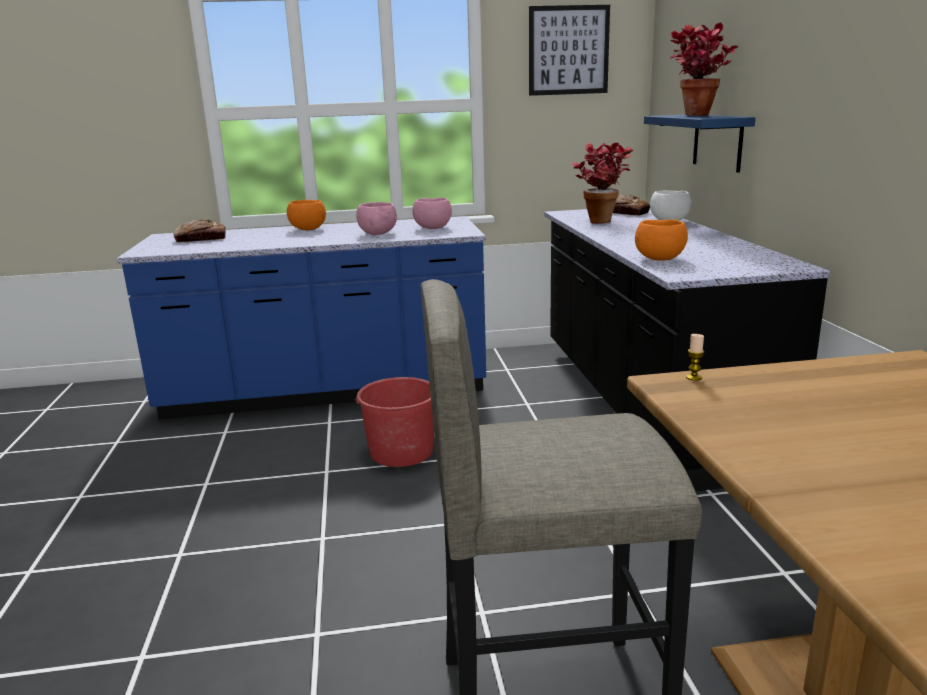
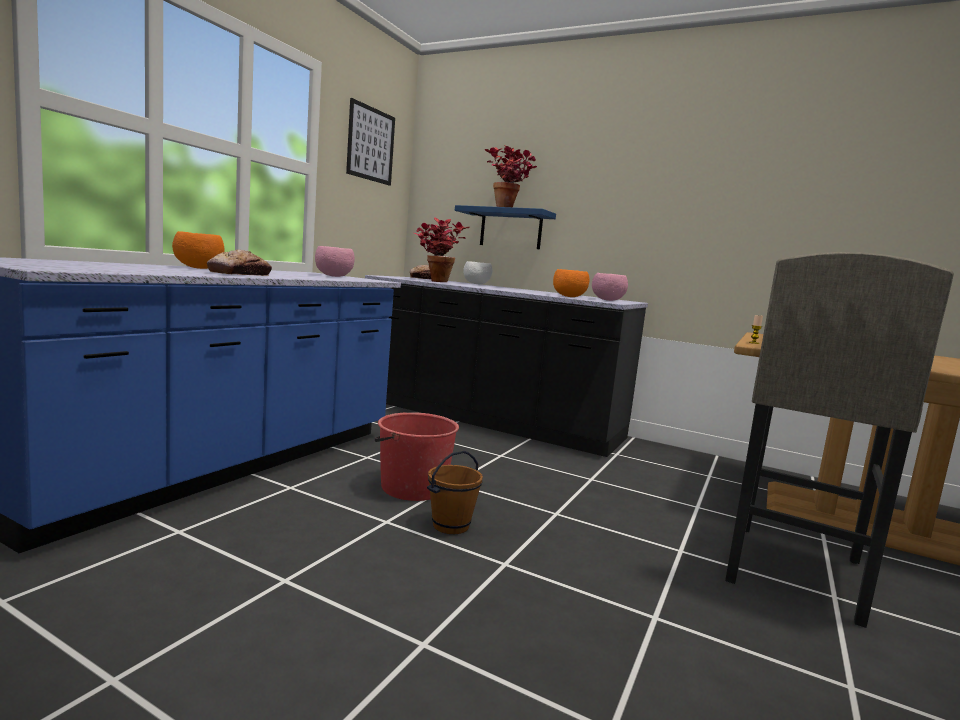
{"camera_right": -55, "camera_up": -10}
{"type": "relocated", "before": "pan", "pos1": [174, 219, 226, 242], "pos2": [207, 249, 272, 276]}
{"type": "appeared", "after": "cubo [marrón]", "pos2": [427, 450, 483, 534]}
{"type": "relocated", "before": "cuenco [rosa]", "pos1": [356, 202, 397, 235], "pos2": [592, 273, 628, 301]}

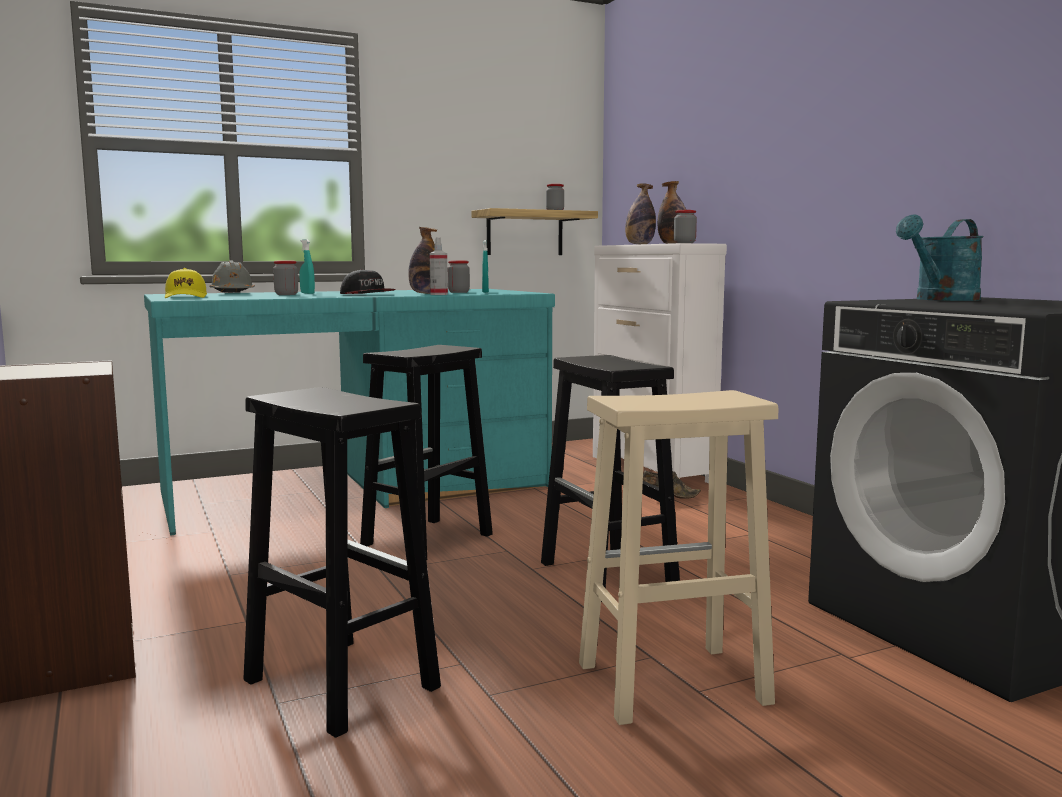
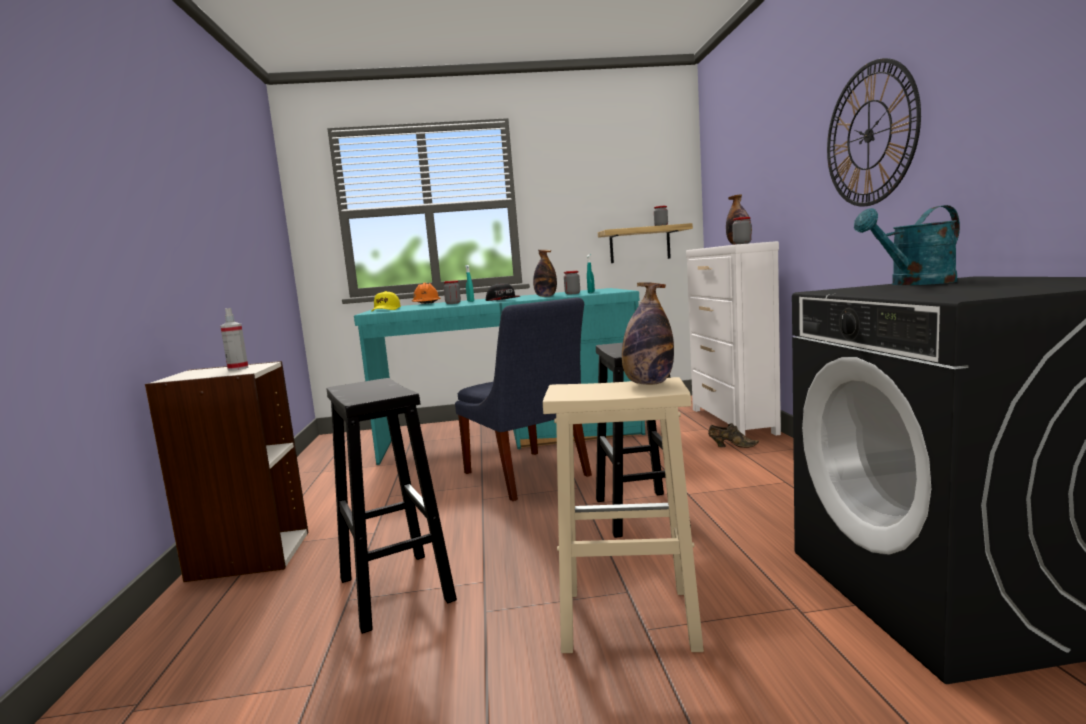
{"camera_right": 20, "camera_up": 0}
{"type": "relocated", "before": "pulverizador", "pos1": [429, 237, 448, 295], "pos2": [220, 308, 248, 371]}
{"type": "colour", "before": "casco [gris]", "after": "casco [naranja]", "pos1": [209, 260, 255, 293], "pos2": [412, 283, 440, 304]}
{"type": "exchanged", "before": "taburete [negro]", "after": "silla [azul]", "pos1": [360, 345, 493, 560], "pos2": [455, 297, 592, 501]}
{"type": "relocated", "before": "botella", "pos1": [625, 184, 656, 244], "pos2": [622, 282, 674, 385]}
{"type": "appeared", "after": "reloj de pared", "pos2": [827, 58, 921, 207]}

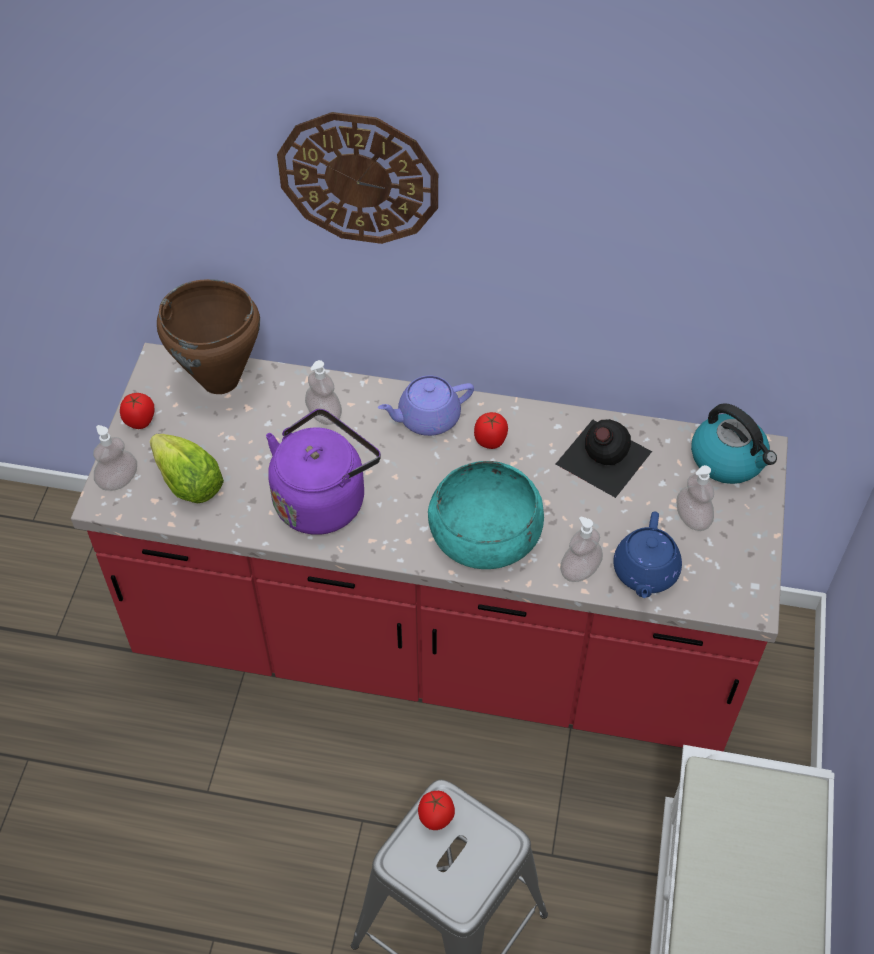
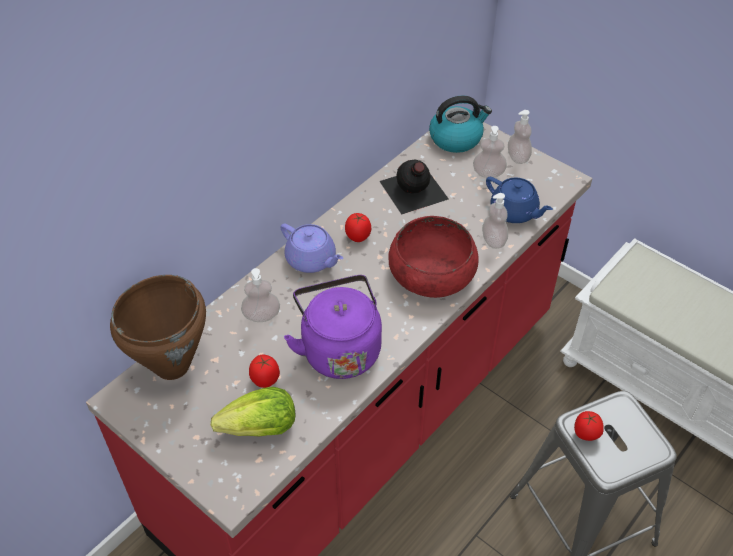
{"camera_right": -60, "camera_up": -5}
{"type": "relocated", "before": "tomate", "pos1": [120, 393, 155, 429], "pos2": [249, 354, 280, 388]}
{"type": "spun", "before": "tetera [morado]", "pos1": [378, 376, 474, 436], "pos2": [280, 223, 343, 273], "turn": -60}
{"type": "colour", "before": "cuenco [turquesa]", "after": "cuenco [rojo]", "pos1": [428, 461, 544, 569], "pos2": [388, 216, 479, 298]}
{"type": "relocated", "before": "dispensador de jabón", "pos1": [93, 425, 137, 491], "pos2": [508, 110, 532, 164]}
{"type": "missing", "before": "reloj de pared", "pos1": [277, 112, 438, 244]}

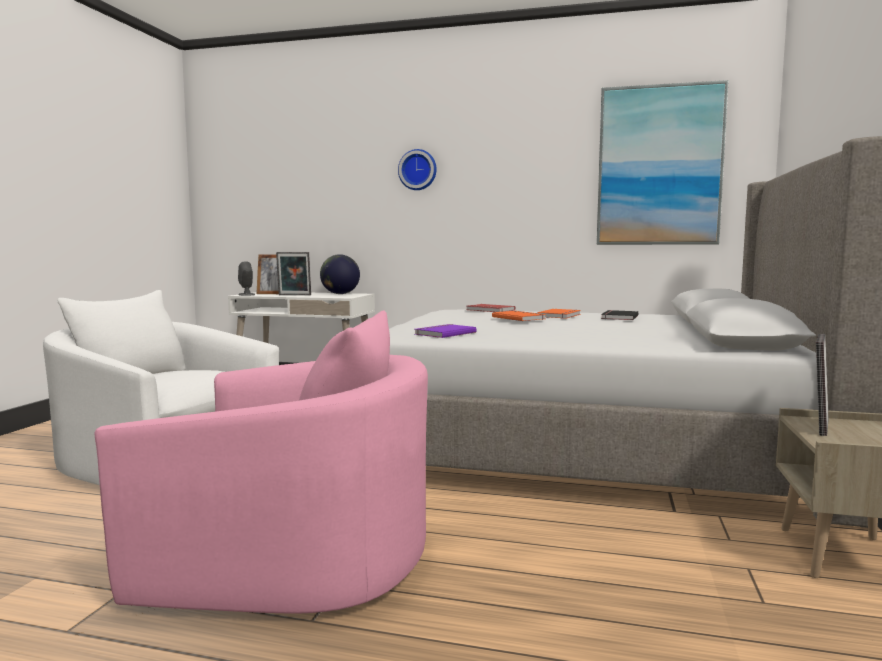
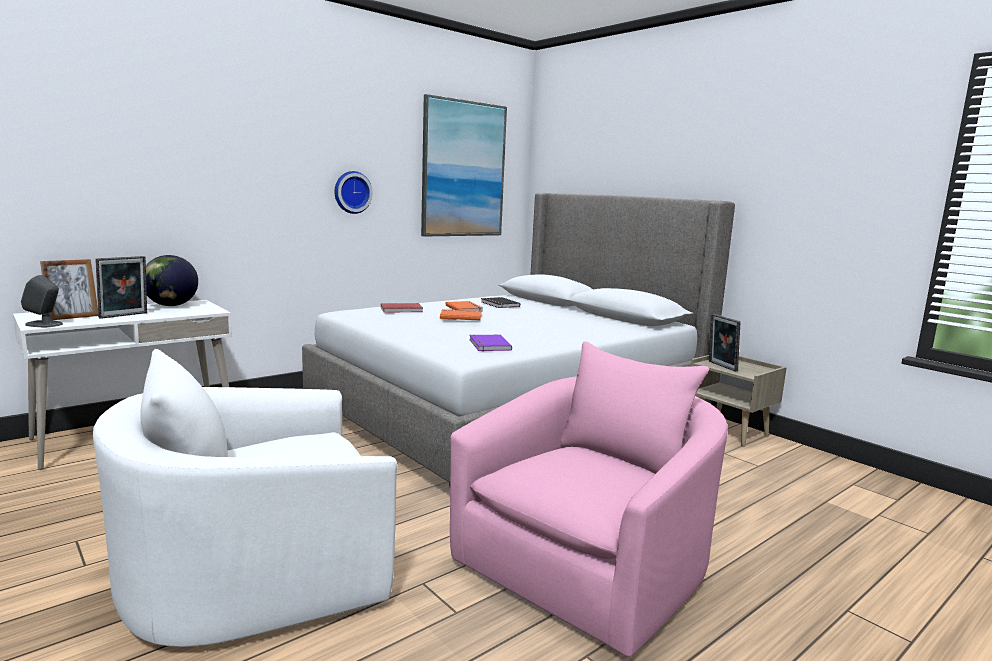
{"camera_right": -55, "camera_up": 5}
{"type": "relocated", "before": "reloj de pared", "pos1": [398, 149, 437, 190], "pos2": [334, 171, 373, 214]}

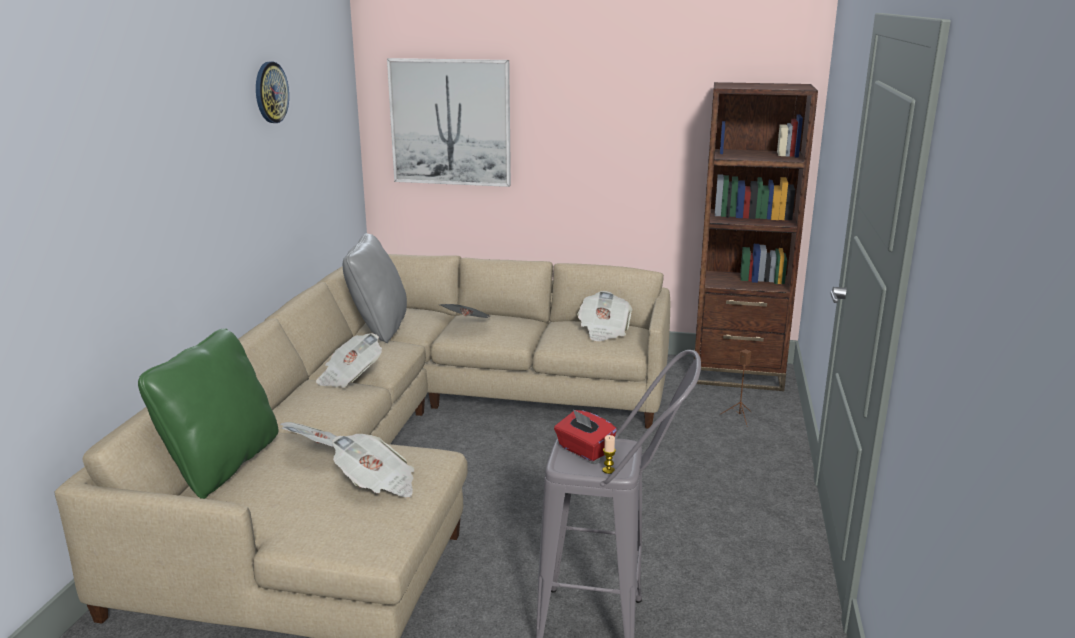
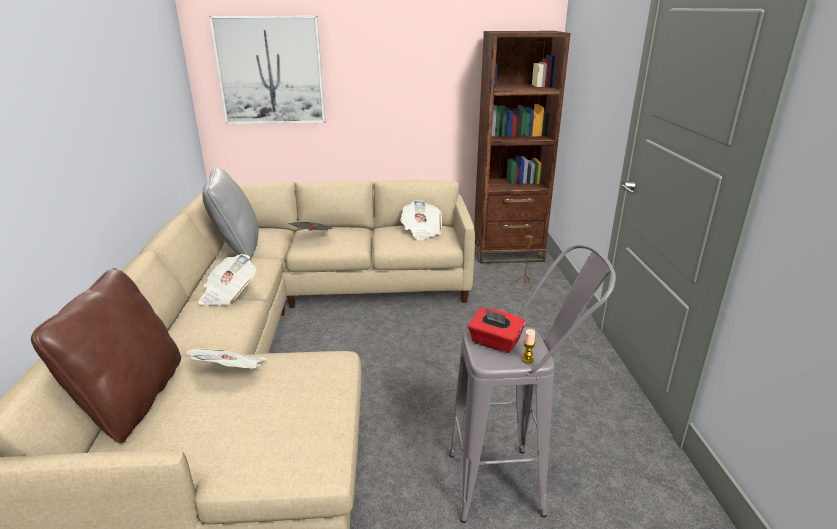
{"camera_right": -15, "camera_up": 5}
{"type": "colour", "before": "cojín [verde]", "after": "cojín [marrón]", "pos1": [138, 328, 279, 499], "pos2": [31, 268, 181, 443]}
{"type": "missing", "before": "reloj de pared", "pos1": [256, 62, 289, 123]}
{"type": "missing", "before": "periódico", "pos1": [333, 434, 415, 498]}

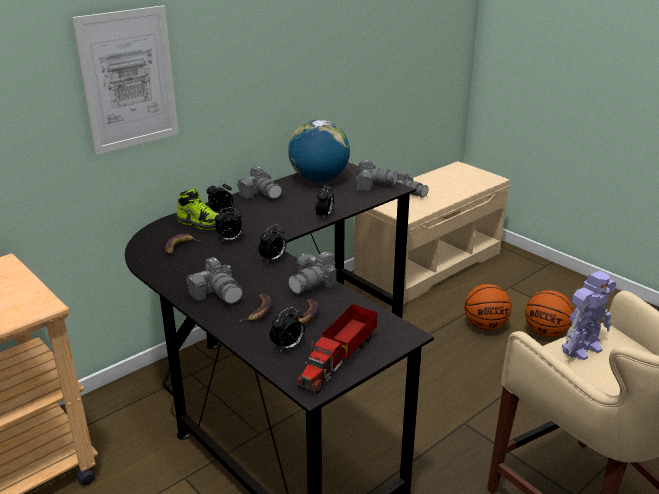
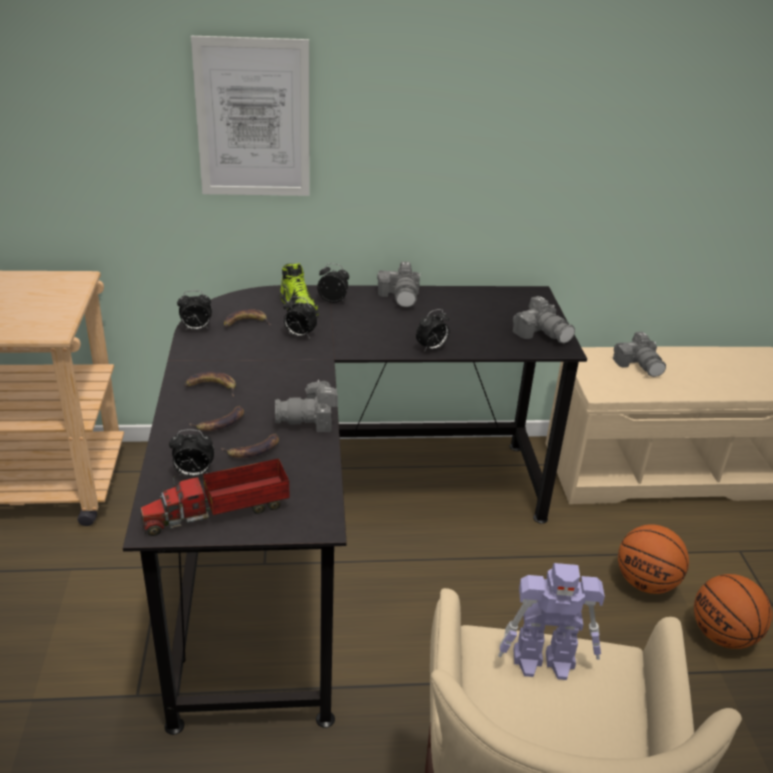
{"camera_right": 35, "camera_up": 5}
{"type": "relocated", "before": "despertador", "pos1": [258, 224, 286, 263], "pos2": [177, 290, 212, 331]}
{"type": "exchanged", "before": "cámara", "after": "plátano", "pos1": [186, 257, 243, 304], "pos2": [184, 371, 236, 397]}
{"type": "missing", "before": "globo terráqueo", "pos1": [288, 120, 350, 182]}

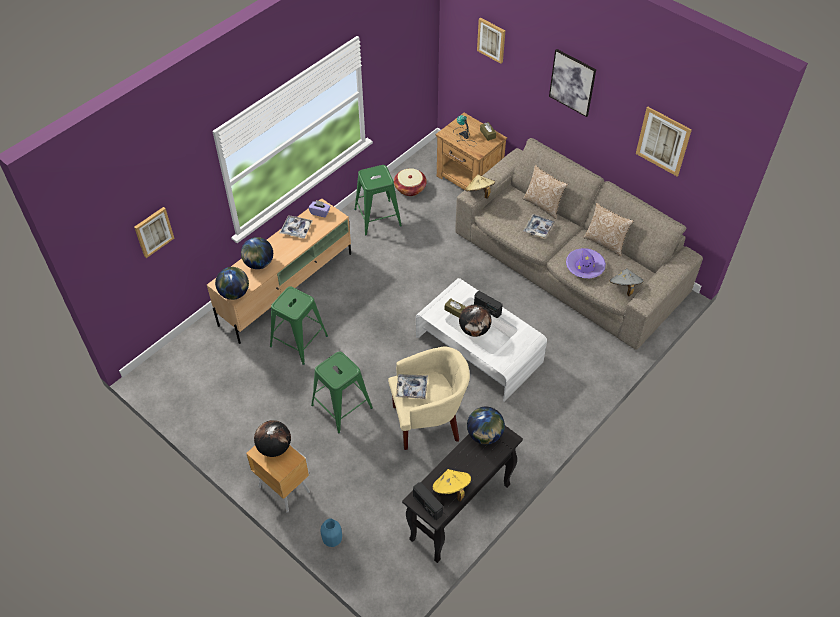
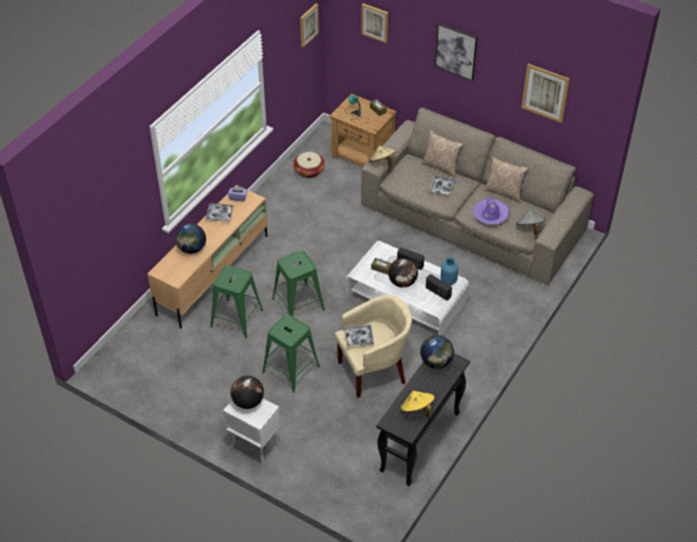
{"camera_right": -10, "camera_up": -5}
{"type": "colour", "before": "mesita de noche [marrón]", "after": "mesita de noche [blanco]", "pos1": [246, 444, 310, 512], "pos2": [223, 398, 281, 465]}
{"type": "relocated", "before": "taburete [verde]", "pos1": [354, 165, 402, 235], "pos2": [272, 250, 325, 316]}
{"type": "relocated", "before": "cuadro", "pos1": [134, 207, 174, 258], "pos2": [300, 4, 319, 48]}
{"type": "relocated", "before": "radio", "pos1": [413, 482, 443, 520], "pos2": [426, 274, 452, 301]}
{"type": "relocated", "before": "florero [azul]", "pos1": [320, 518, 342, 547], "pos2": [441, 257, 458, 285]}
{"type": "missing", "before": "globo terráqueo", "pos1": [215, 267, 249, 300]}

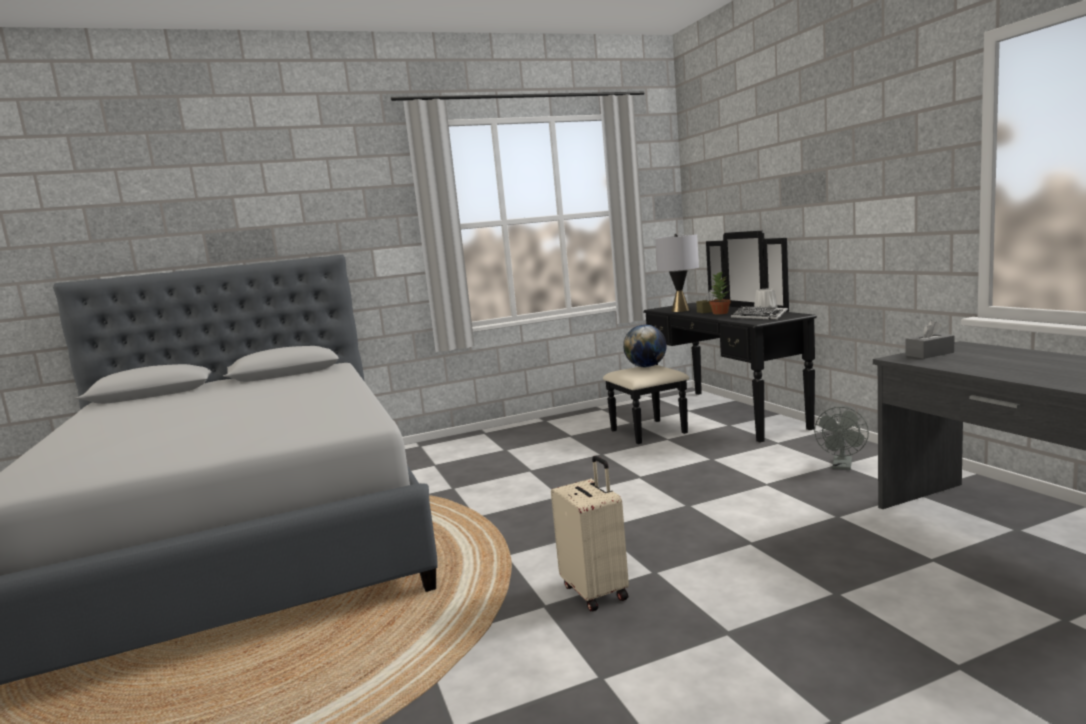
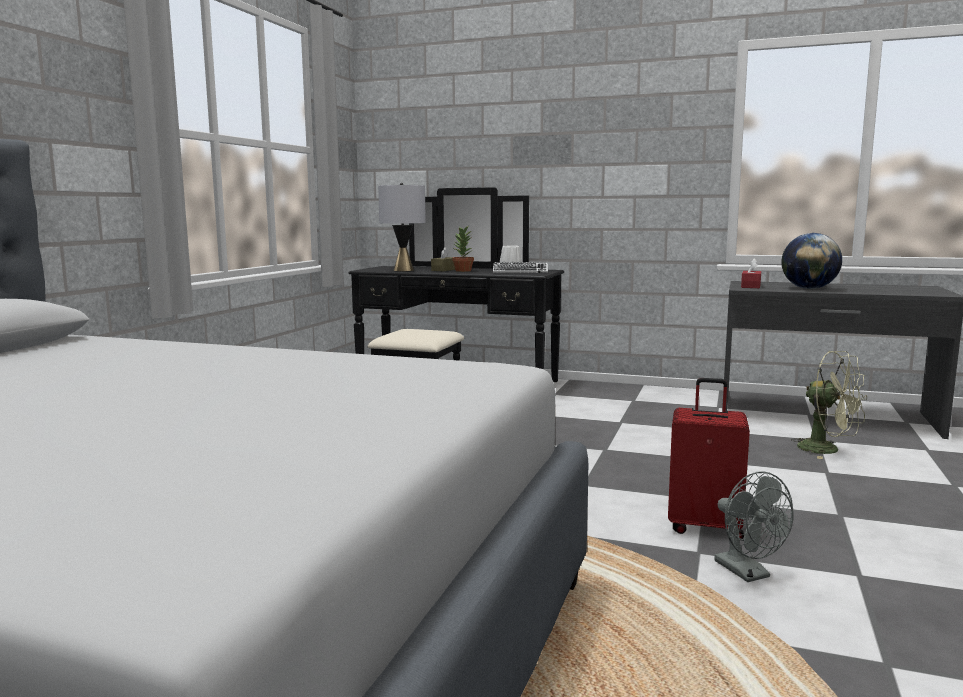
{"camera_right": -50, "camera_up": 0}
{"type": "colour", "before": "maleta [beis]", "after": "maleta [rojo]", "pos1": [551, 456, 629, 612], "pos2": [668, 378, 750, 539]}
{"type": "relocated", "before": "ventilador [gris]", "pos1": [814, 407, 869, 470], "pos2": [714, 471, 794, 582]}
{"type": "colour", "before": "caja de pañuelos [gris]", "after": "caja de pañuelos [rojo]", "pos1": [905, 320, 954, 359], "pos2": [741, 258, 761, 288]}
{"type": "relocated", "before": "globo terráqueo", "pos1": [623, 325, 667, 367], "pos2": [781, 233, 842, 289]}
{"type": "appeared", "after": "ventilador [verde]", "pos2": [791, 351, 867, 459]}

